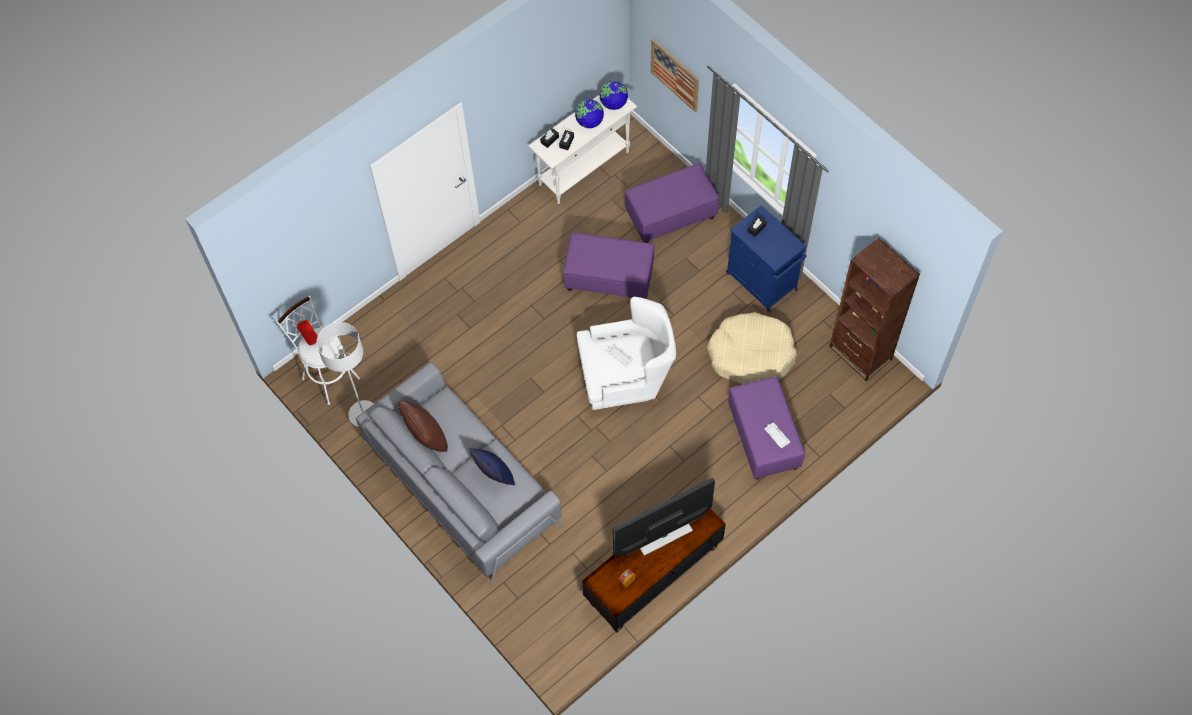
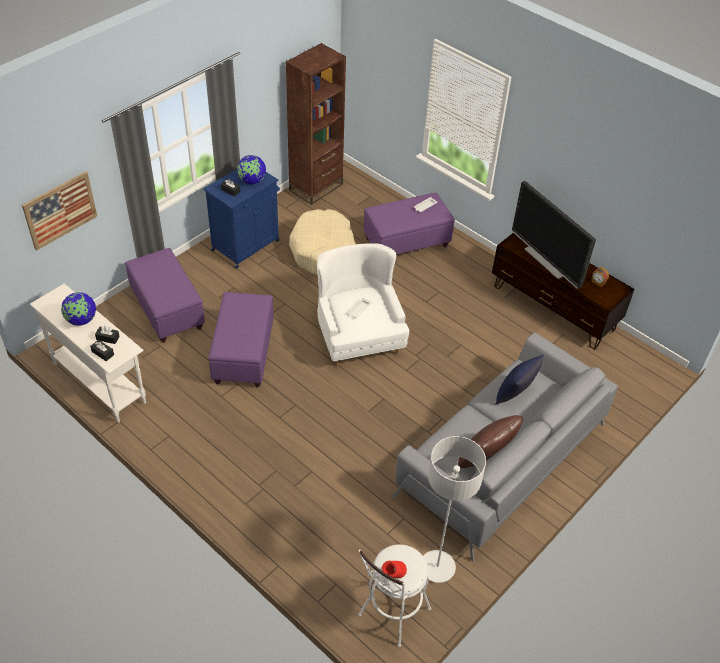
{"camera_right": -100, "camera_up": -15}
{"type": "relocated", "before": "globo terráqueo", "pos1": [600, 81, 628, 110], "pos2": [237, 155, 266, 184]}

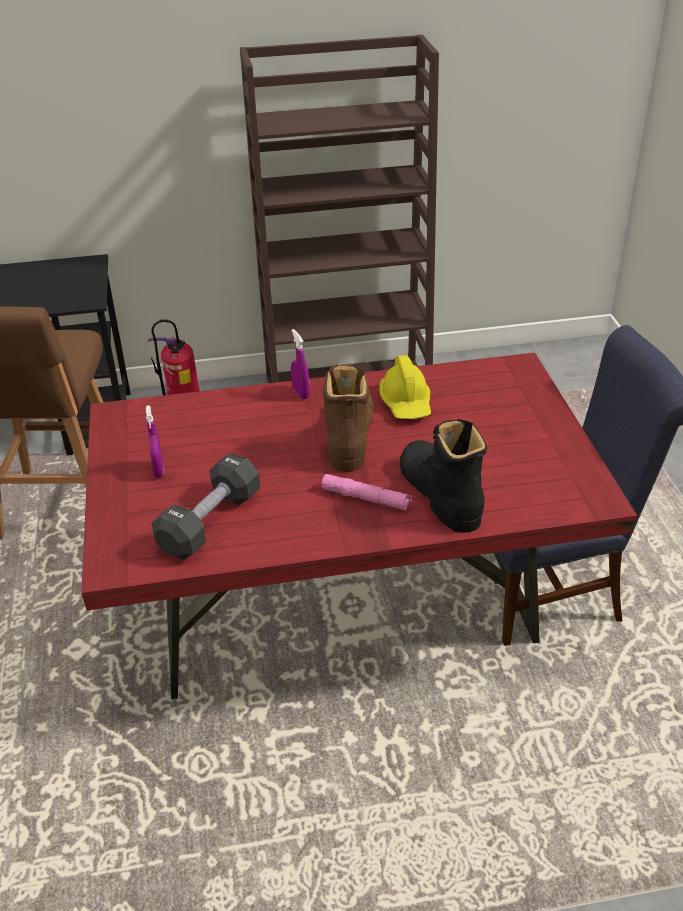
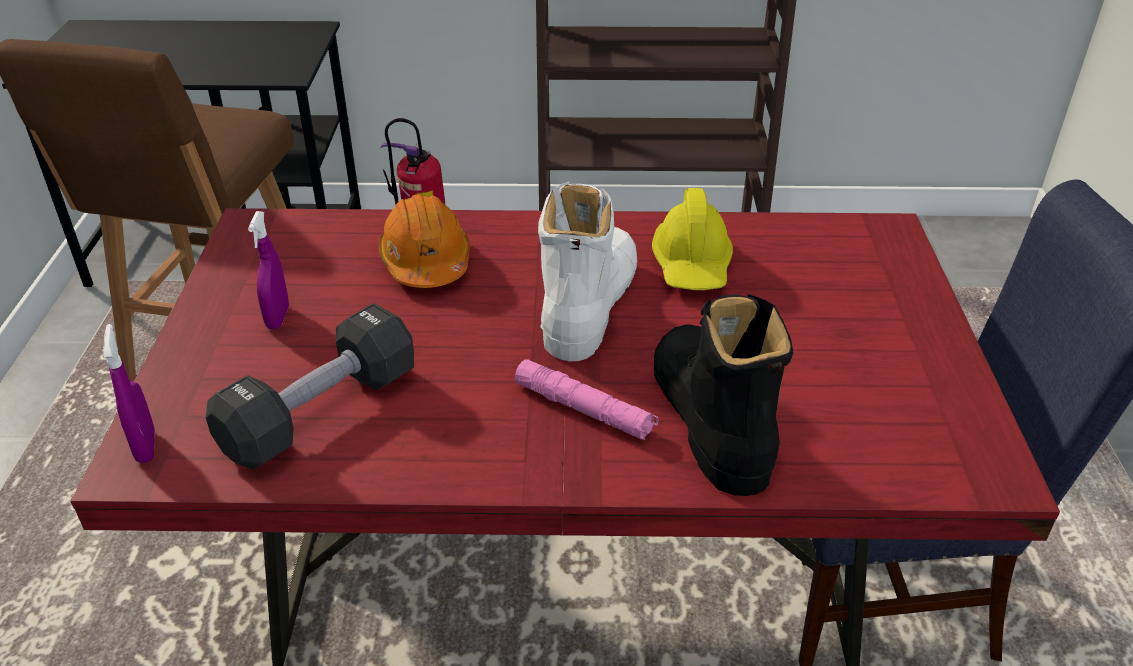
{"camera_right": 10, "camera_up": 0}
{"type": "relocated", "before": "pulverizador [morado]", "pos1": [291, 329, 310, 399], "pos2": [103, 324, 155, 463]}
{"type": "appeared", "after": "casco [naranja]", "pos2": [379, 194, 470, 288]}
{"type": "colour", "before": "bota [marrón]", "after": "bota [blanco]", "pos1": [323, 364, 374, 472], "pos2": [538, 182, 637, 361]}

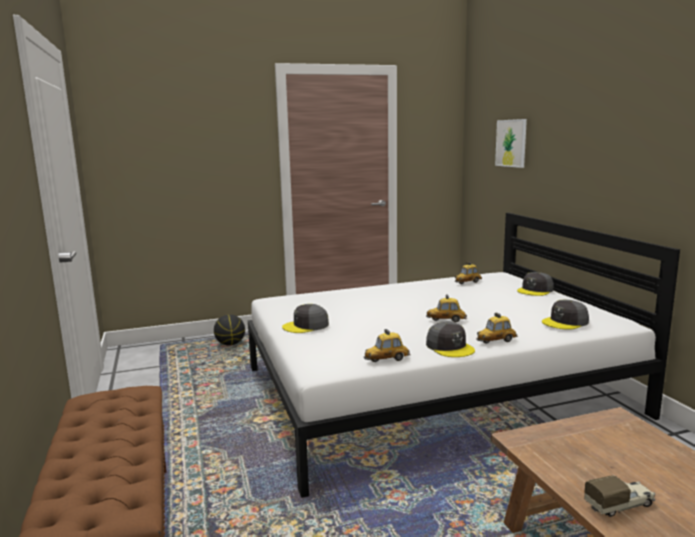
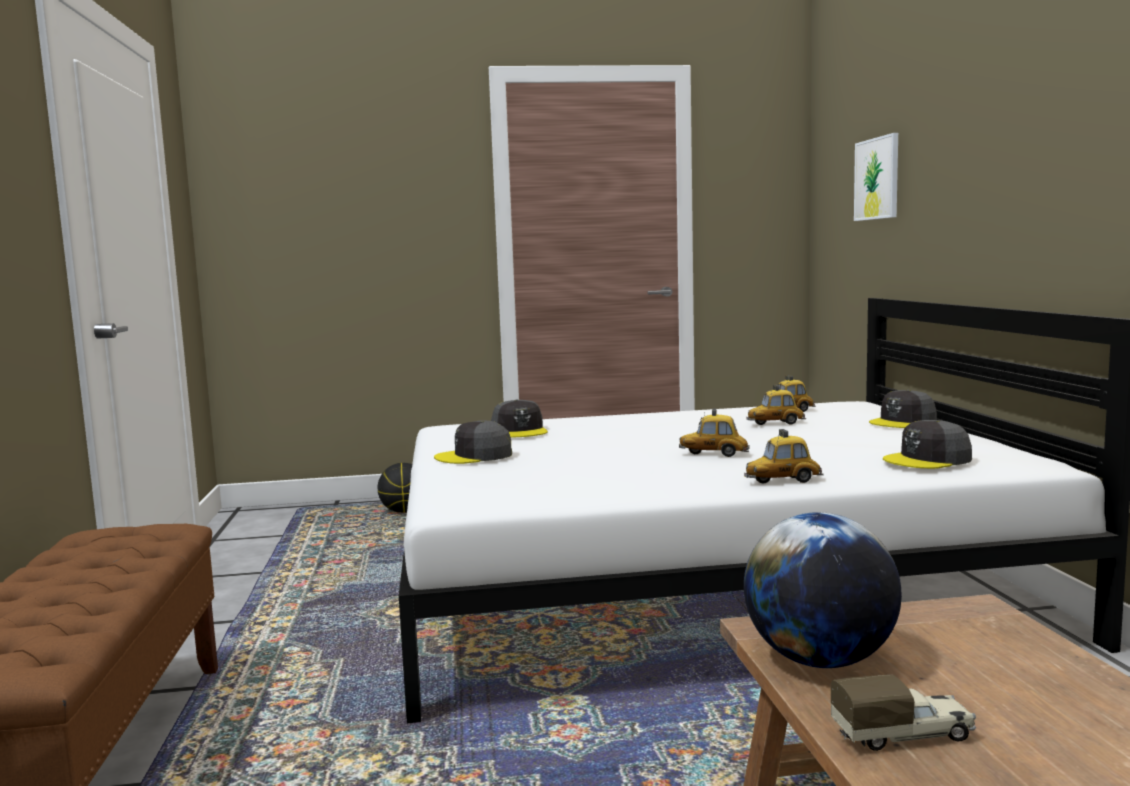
{"camera_right": 10, "camera_up": -5}
{"type": "relocated", "before": "gorra [gris]", "pos1": [426, 322, 475, 357], "pos2": [491, 399, 548, 437]}
{"type": "appeared", "after": "globo terráqueo", "pos2": [744, 512, 902, 668]}
{"type": "relocated", "before": "coche de juguete", "pos1": [364, 329, 411, 362], "pos2": [747, 385, 806, 425]}

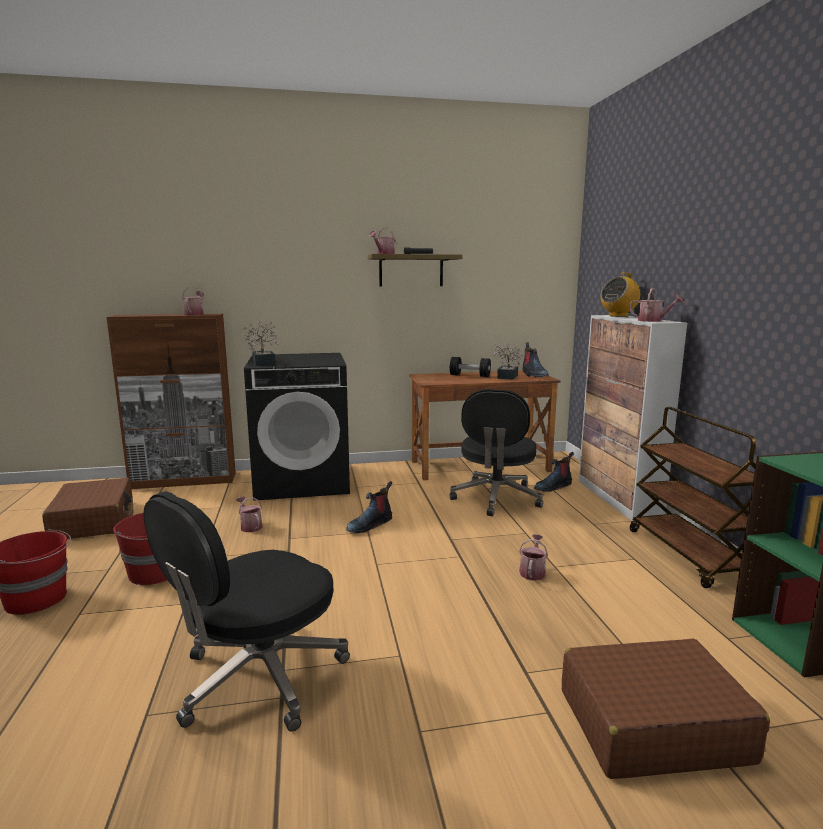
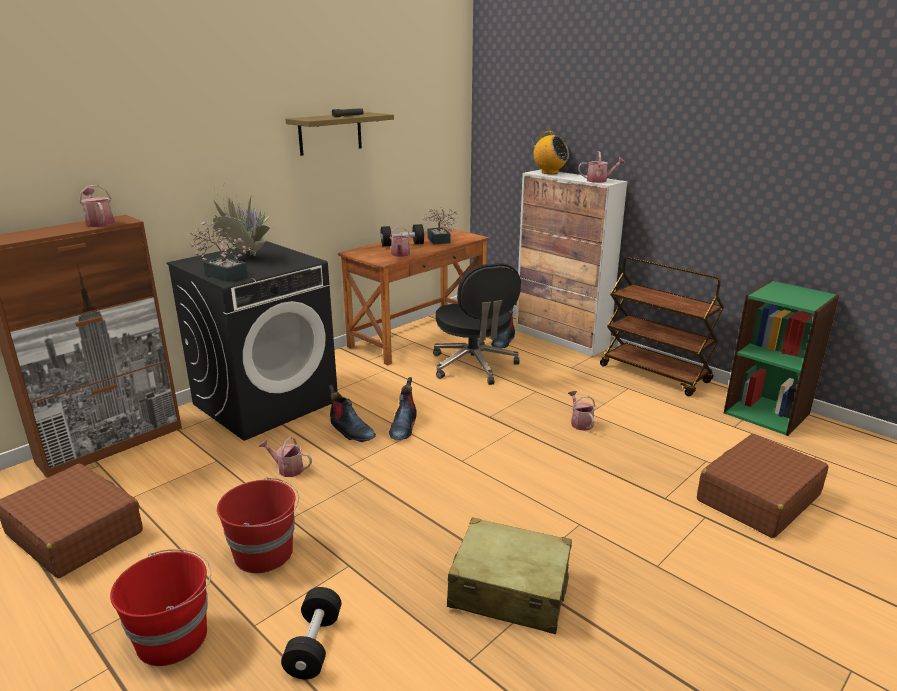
{"camera_right": -35, "camera_up": 10}
{"type": "appeared", "after": "planta en maceta", "pos2": [211, 182, 275, 257]}
{"type": "appeared", "after": "mancuerna [negro]", "pos2": [281, 587, 342, 679]}
{"type": "relocated", "before": "bota", "pos1": [522, 342, 549, 378], "pos2": [329, 385, 376, 442]}
{"type": "relocated", "before": "regadera", "pos1": [369, 227, 396, 254], "pos2": [390, 227, 411, 257]}
{"type": "exchanged", "before": "silla de oficina [negro]", "after": "maleta [beis]", "pos1": [143, 491, 350, 732], "pos2": [447, 517, 572, 634]}
{"type": "spun", "before": "radio", "pos1": [601, 272, 640, 317], "pos2": [531, 131, 569, 174], "turn": -75}

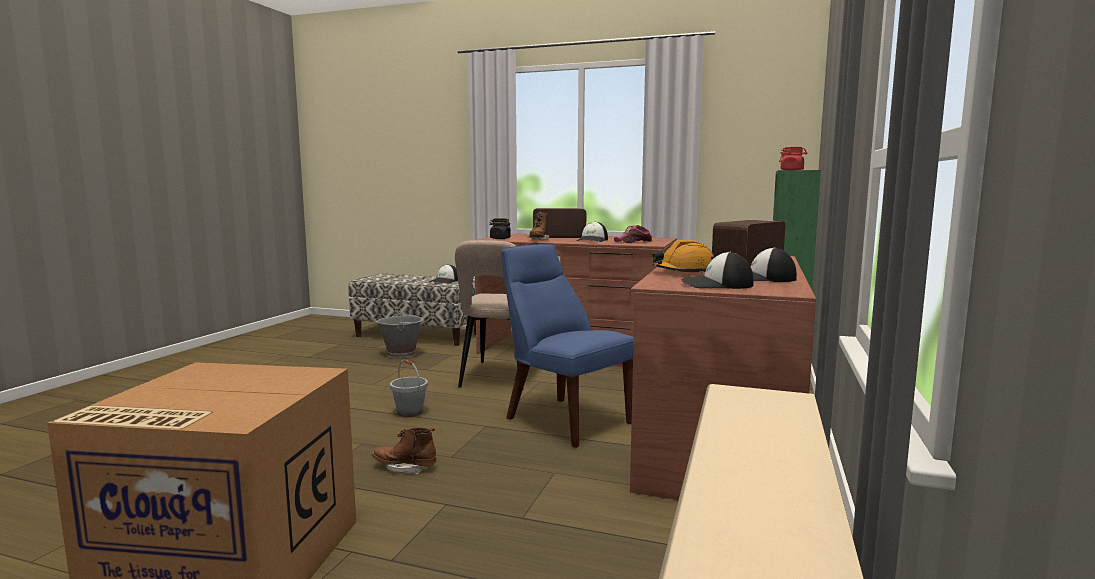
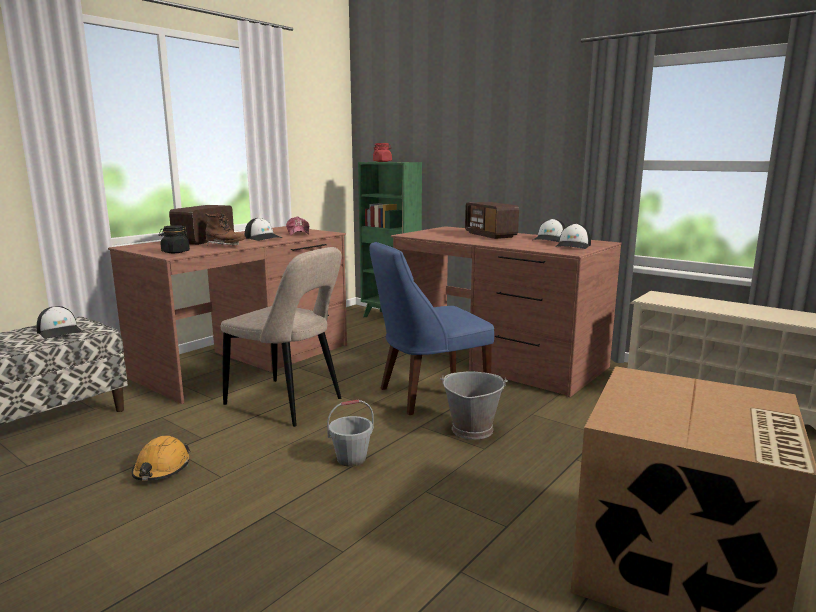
{"camera_right": -70, "camera_up": 5}
{"type": "relocated", "before": "casco [naranja]", "pos1": [652, 240, 715, 274], "pos2": [132, 436, 191, 480]}
{"type": "relocated", "before": "cubo [gris]", "pos1": [376, 311, 423, 359], "pos2": [440, 372, 508, 439]}
{"type": "missing", "before": "bota [marrón]", "pos1": [372, 427, 436, 474]}

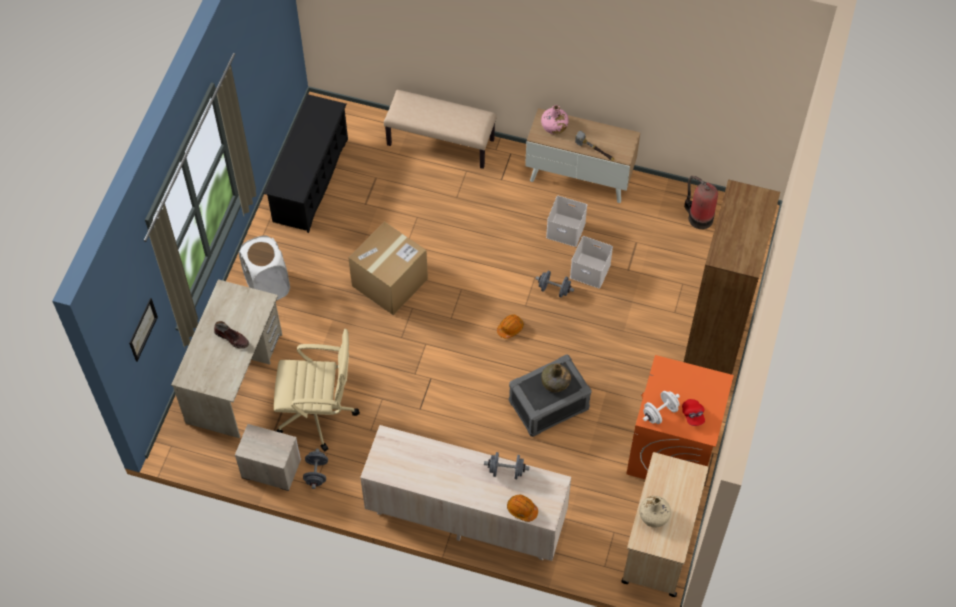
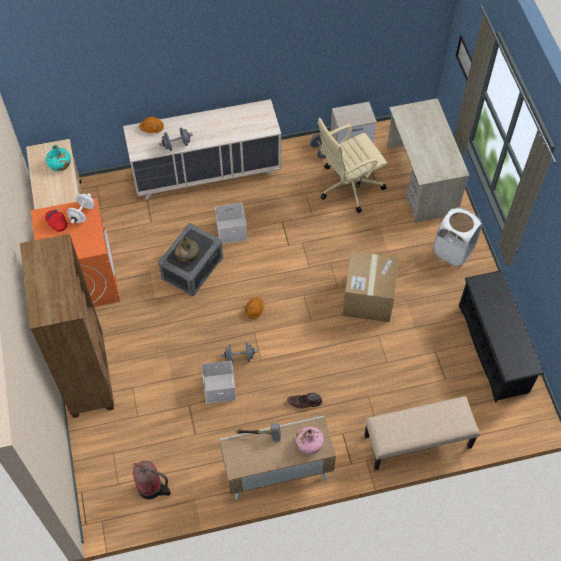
{"camera_right": 150, "camera_up": 0}
{"type": "colour", "before": "botella [beis]", "after": "botella [turquesa]", "pos1": [639, 496, 671, 527], "pos2": [46, 145, 71, 171]}
{"type": "relocated", "before": "caja de almacenaje [blanco]", "pos1": [546, 196, 587, 247], "pos2": [215, 203, 247, 244]}
{"type": "relocated", "before": "bota [marrón]", "pos1": [214, 321, 249, 349], "pos2": [287, 393, 322, 408]}

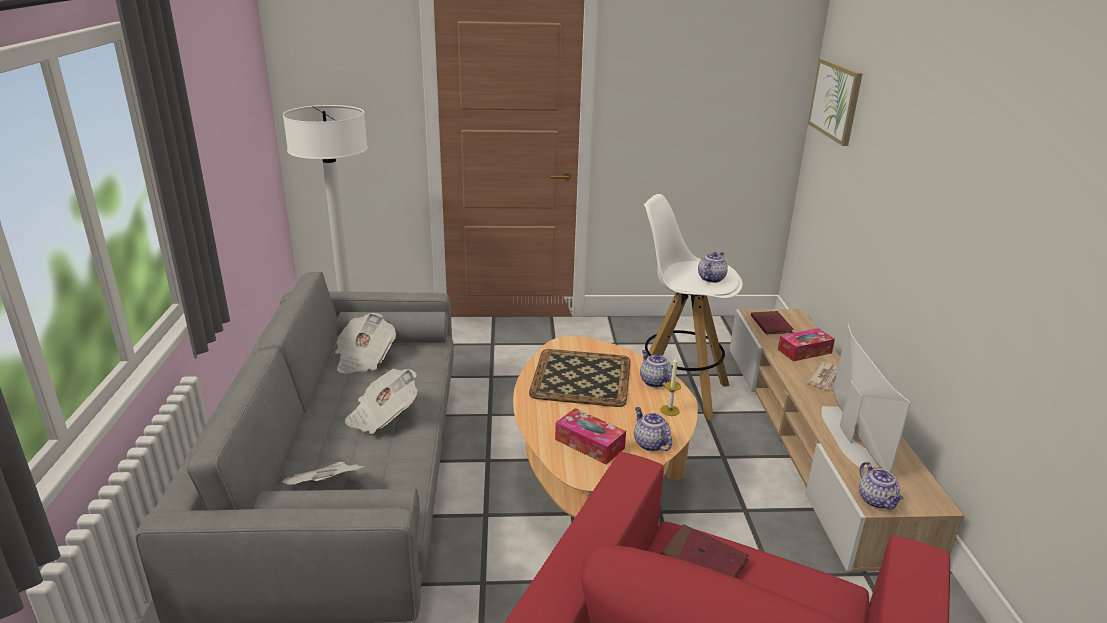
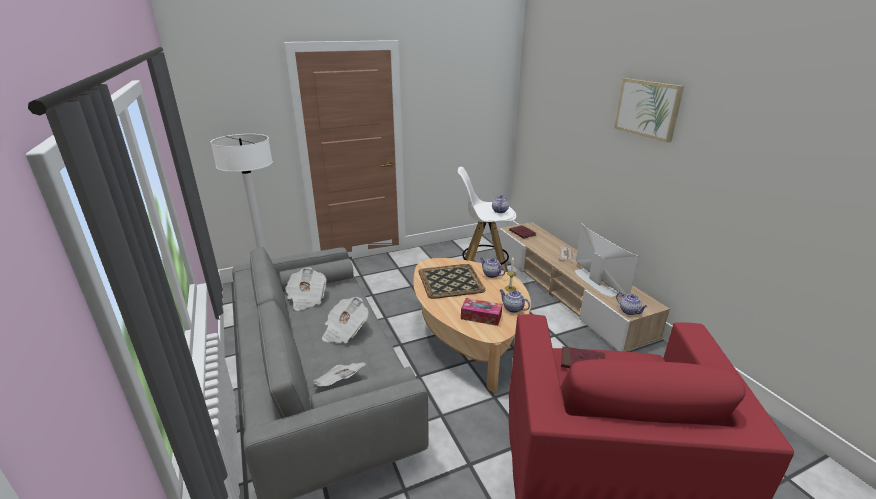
{"camera_right": -20, "camera_up": 0}
{"type": "relocated", "before": "cuadro", "pos1": [808, 58, 862, 146], "pos2": [614, 78, 684, 143]}
{"type": "missing", "before": "caja de pañuelos", "pos1": [778, 328, 835, 361]}

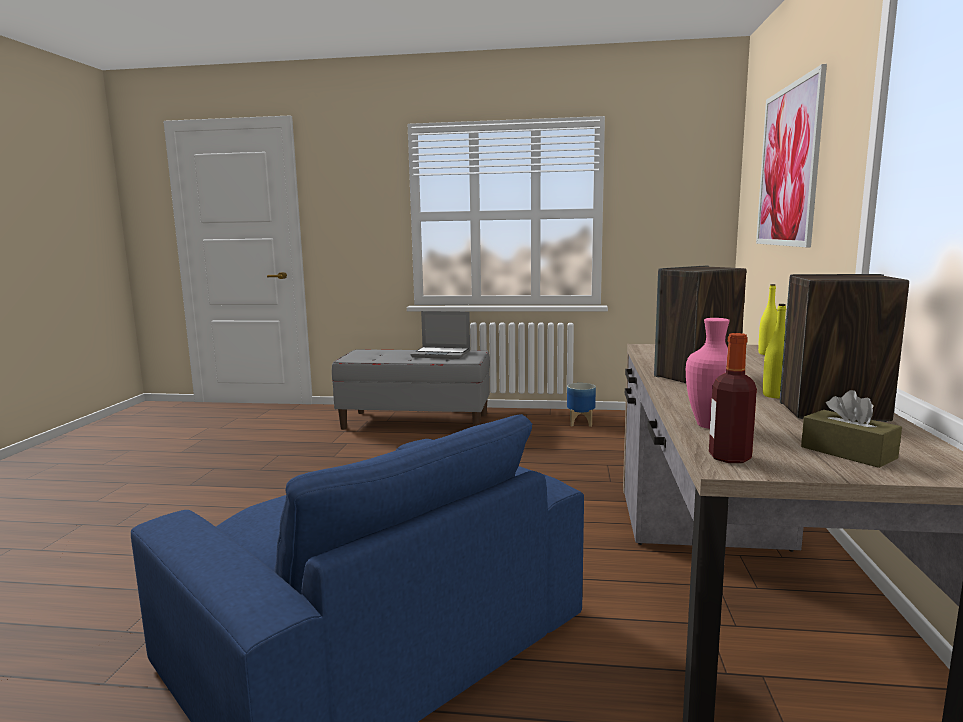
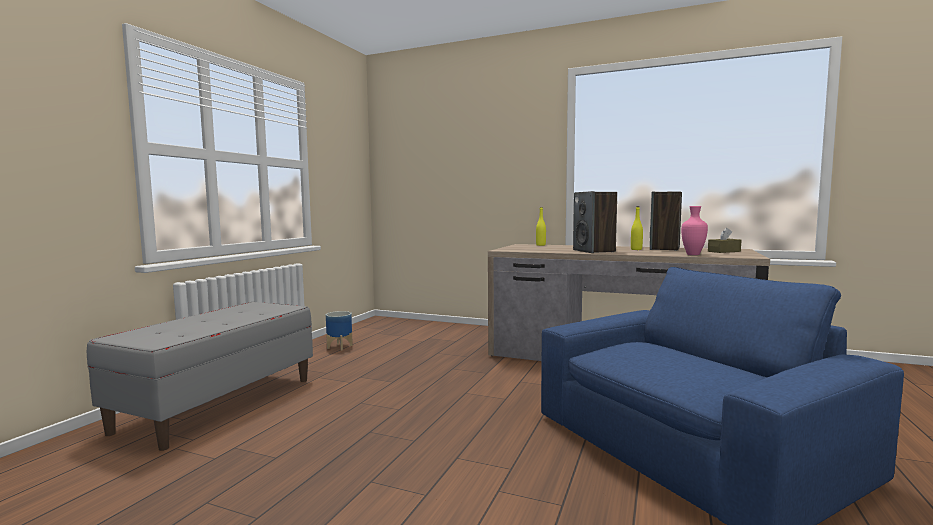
{"camera_right": -75, "camera_up": -5}
{"type": "missing", "before": "portátil", "pos1": [411, 311, 470, 359]}
{"type": "missing", "before": "botella", "pos1": [709, 333, 757, 463]}
{"type": "missing", "before": "cuadro", "pos1": [756, 64, 827, 247]}

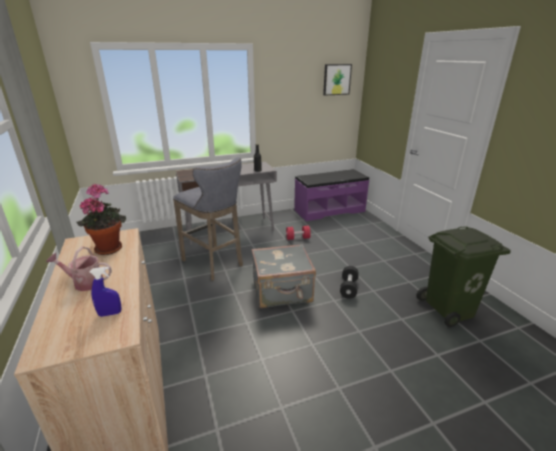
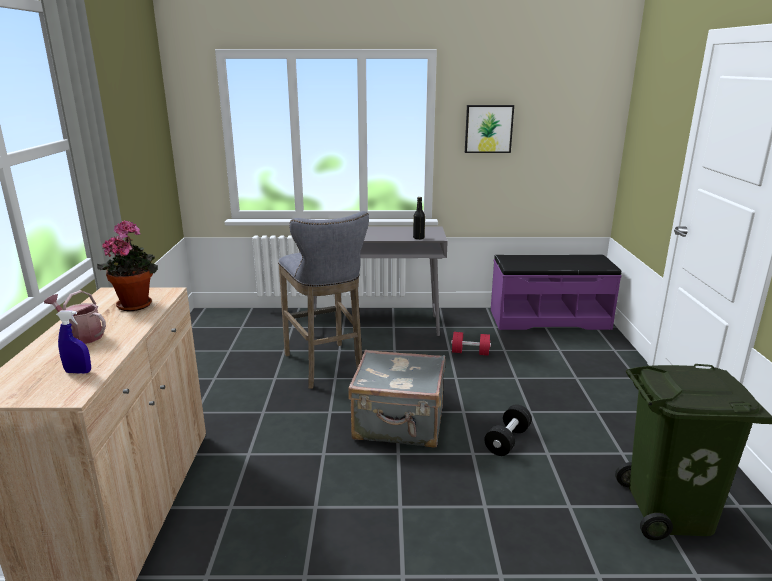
{"camera_right": 20, "camera_up": -5}
{"type": "relocated", "before": "cuadro", "pos1": [323, 64, 352, 96], "pos2": [465, 105, 514, 153]}

